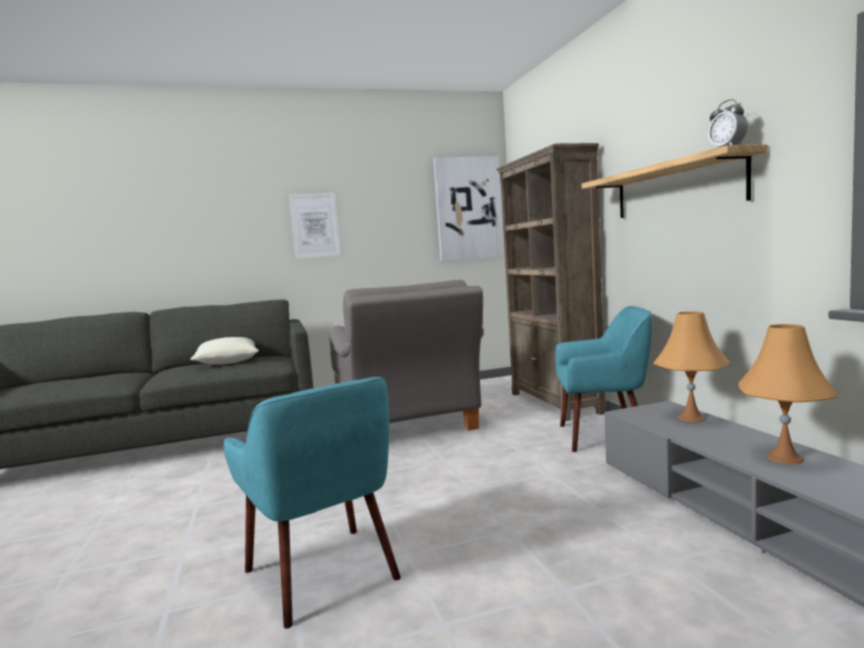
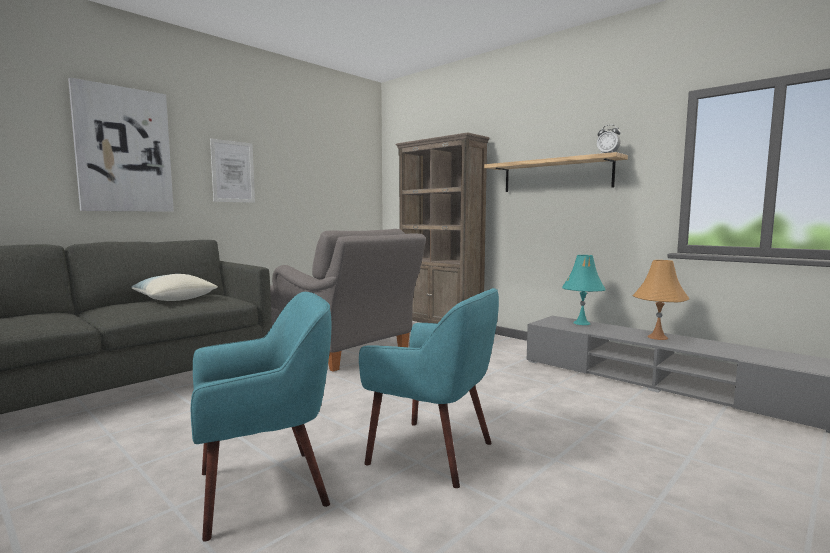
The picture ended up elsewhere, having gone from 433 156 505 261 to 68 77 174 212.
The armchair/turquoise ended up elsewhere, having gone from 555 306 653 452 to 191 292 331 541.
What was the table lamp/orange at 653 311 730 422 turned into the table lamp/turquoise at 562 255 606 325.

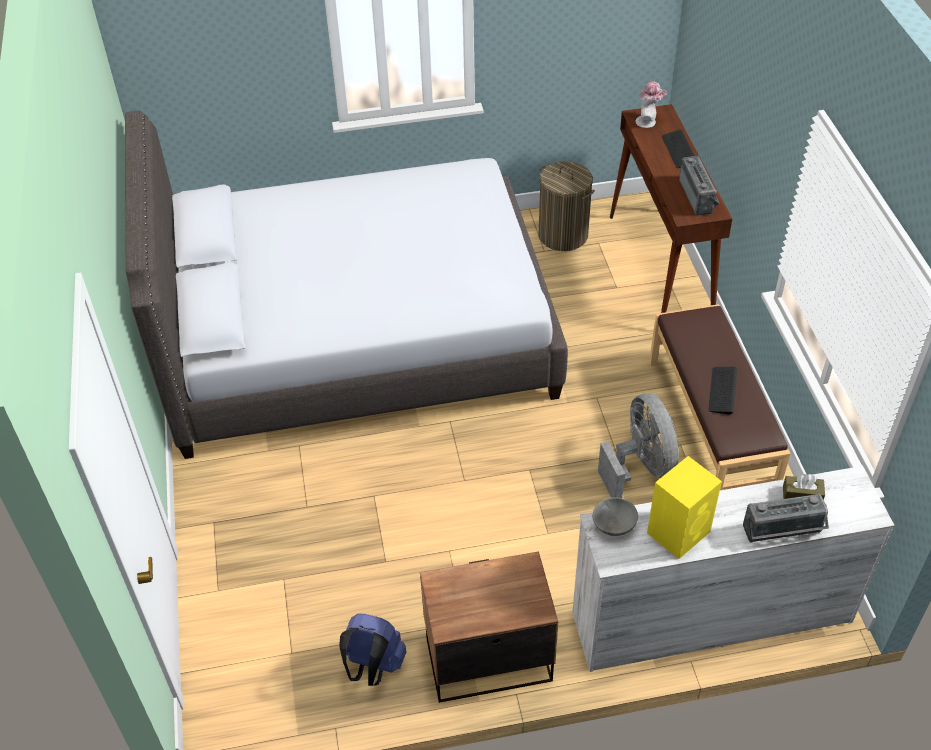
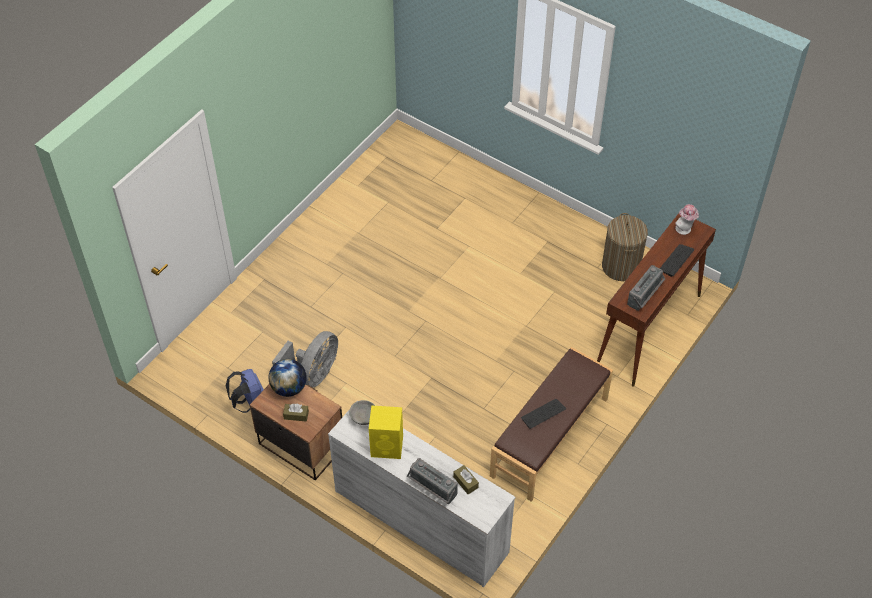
The second view lost the bed/grey at 125 111 568 459.
The fan/grey ended up elsewhere, having gone from 598 393 679 498 to 272 331 338 387.
The second view gained the globe at 269 359 307 397.
The second view gained the tissue box/brown at 283 404 309 422.

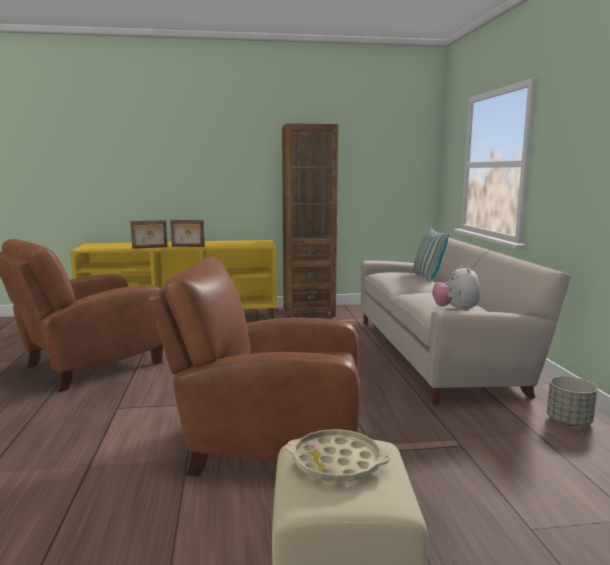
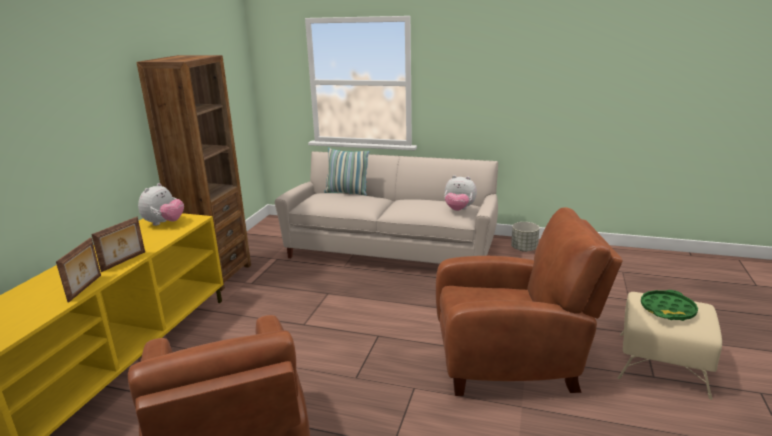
The armchair/brown at 149 257 360 476 ended up facing another way, 120 degrees counterclockwise from before.
What was the tray/beige at 286 429 390 482 turned into the tray/green at 641 290 698 321.
The second view gained the plush toy at 138 183 184 226.

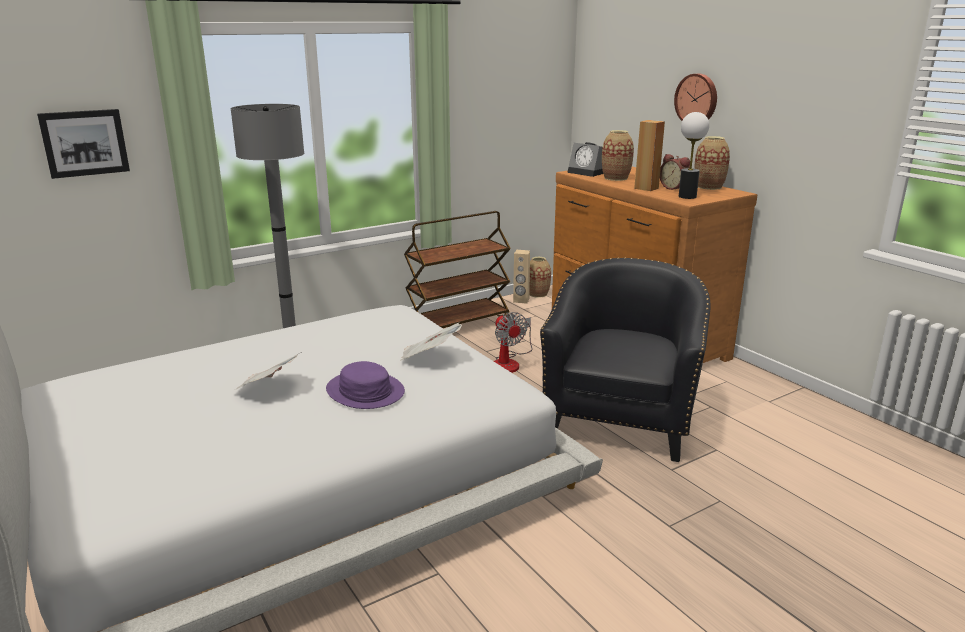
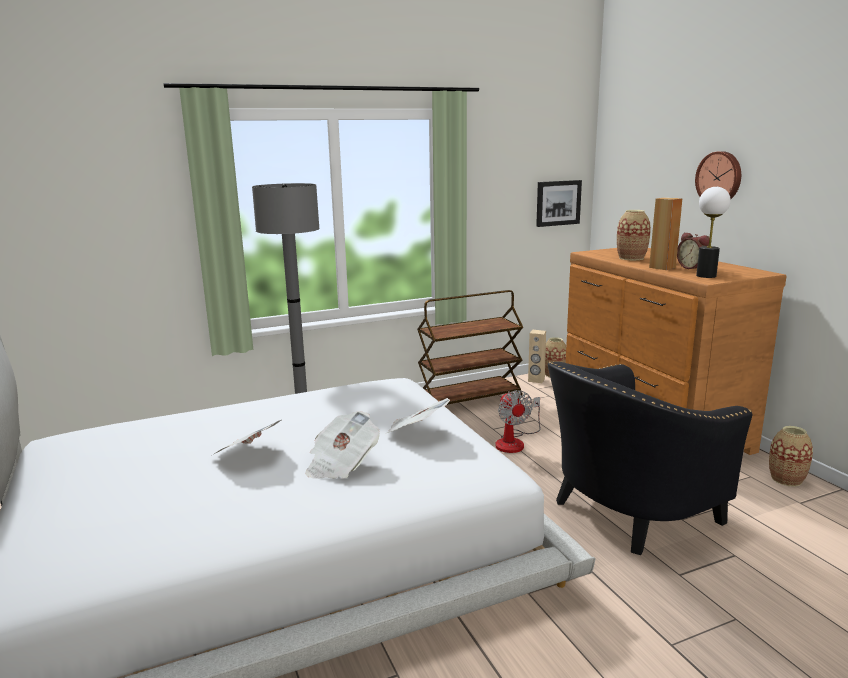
The picture ended up elsewhere, having gone from 37 109 130 179 to 536 180 582 227.
Where the hat/purple stood at 326 361 405 409, the newspaper came to stand at 305 411 380 479.
The armchair/black at 540 257 711 462 ended up facing another way, 150 degrees counterclockwise from before.
The second view lost the alarm clock at 567 142 603 177.
The vase ended up elsewhere, having gone from 694 136 730 190 to 769 426 813 487.

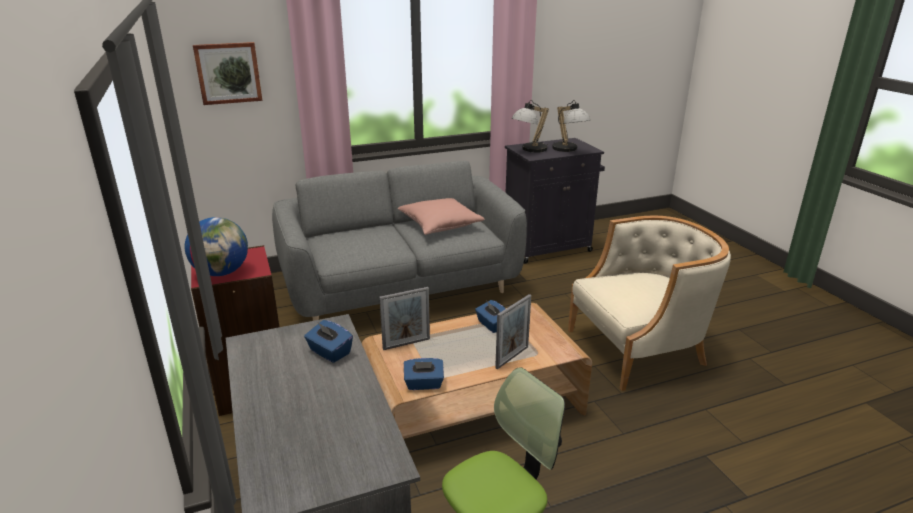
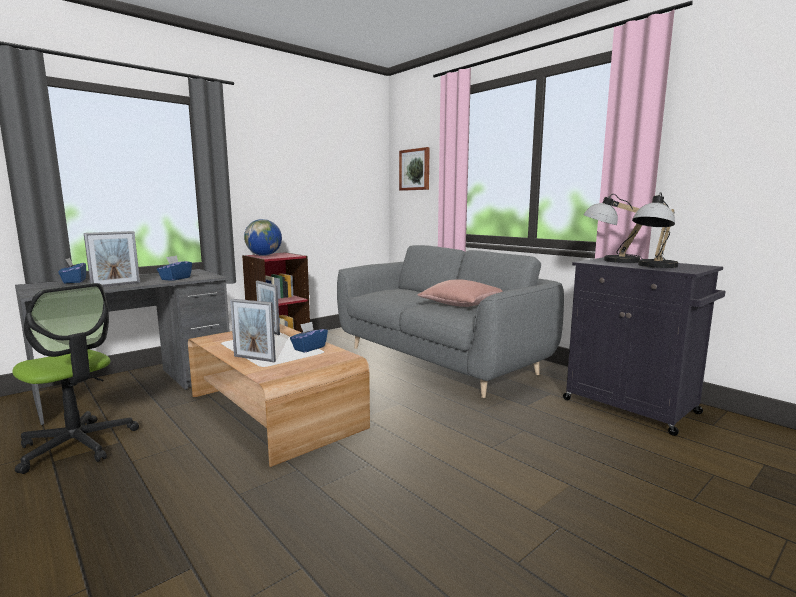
The tissue box/blue ended up elsewhere, having gone from 404 358 444 390 to 58 258 86 283.
The second view lost the armchair/beige at 568 216 731 391.
The second view gained the picture frame at 84 231 140 287.

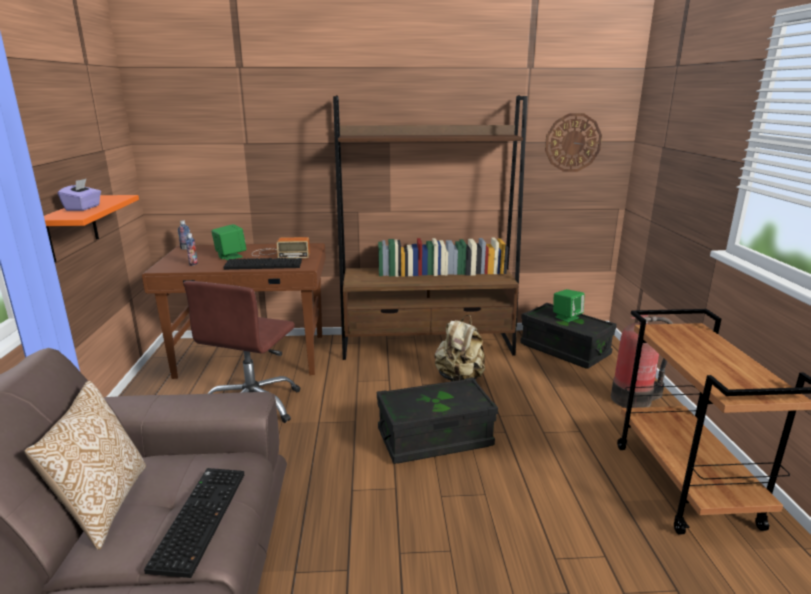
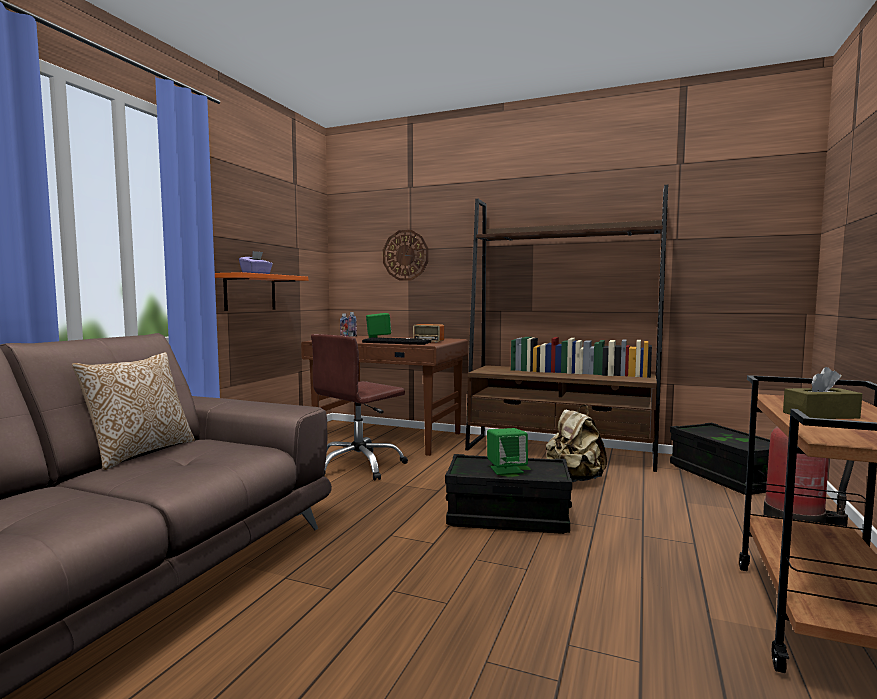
The second view lost the keyboard at 144 468 244 578.
The wall clock ended up elsewhere, having gone from 545 113 602 172 to 383 230 428 281.
The speaker/green ended up elsewhere, having gone from 553 289 585 322 to 487 428 528 475.
The second view gained the tissue box/brown at 783 367 862 419.

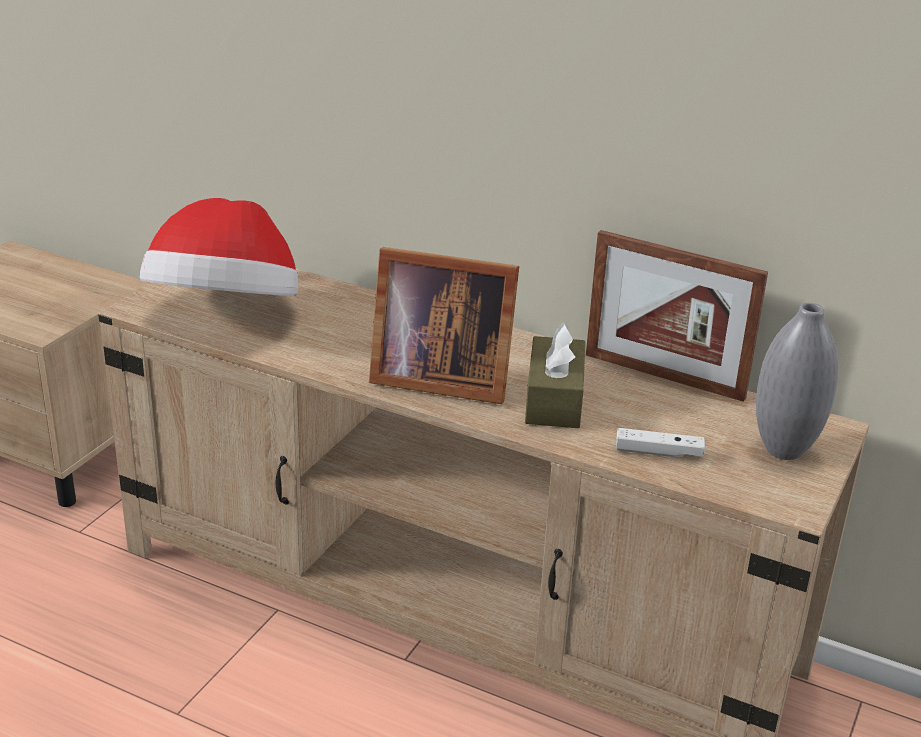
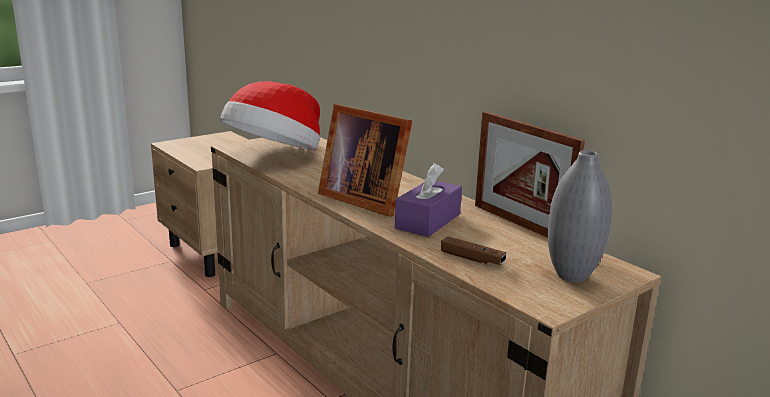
What was the tissue box/brown at 525 322 586 428 turned into the tissue box/purple at 395 163 462 237.
What was the game controller/white at 616 428 705 457 turned into the game controller/brown at 441 236 506 265.

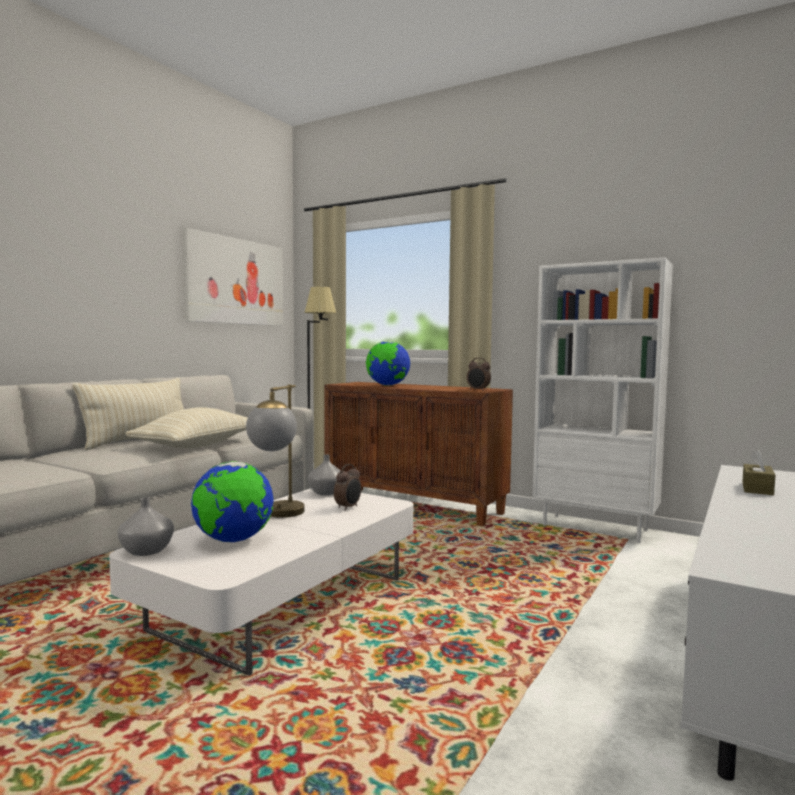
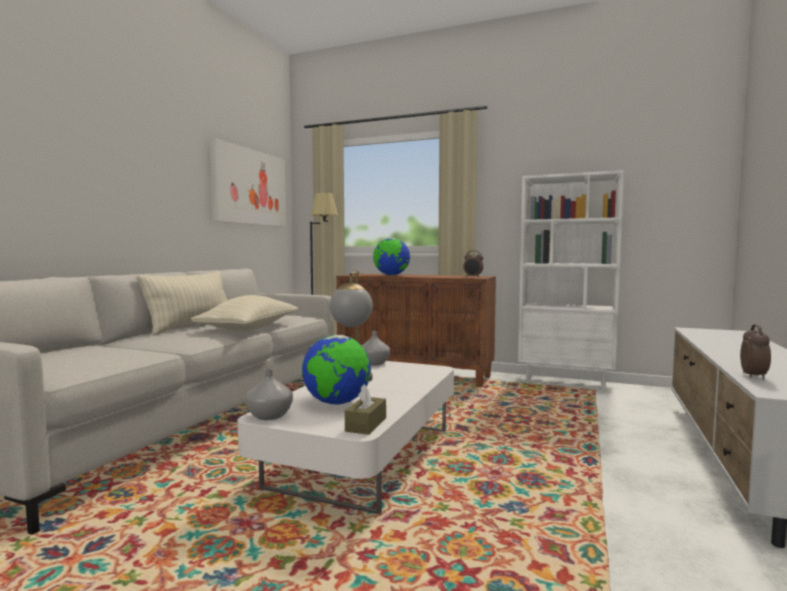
The alarm clock ended up elsewhere, having gone from 334 464 361 511 to 740 324 771 380.
The tissue box/brown ended up elsewhere, having gone from 742 450 775 495 to 345 384 386 435.

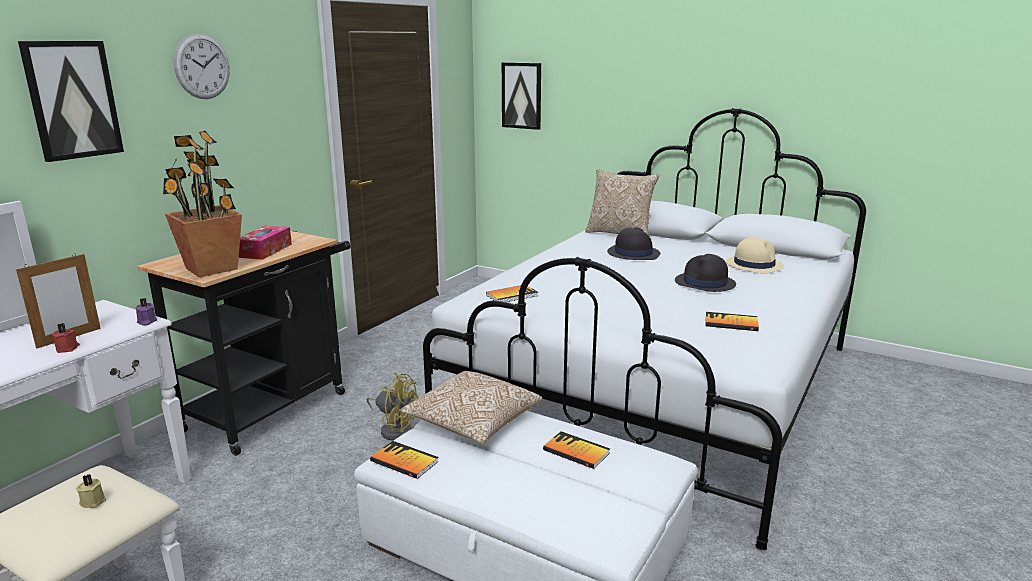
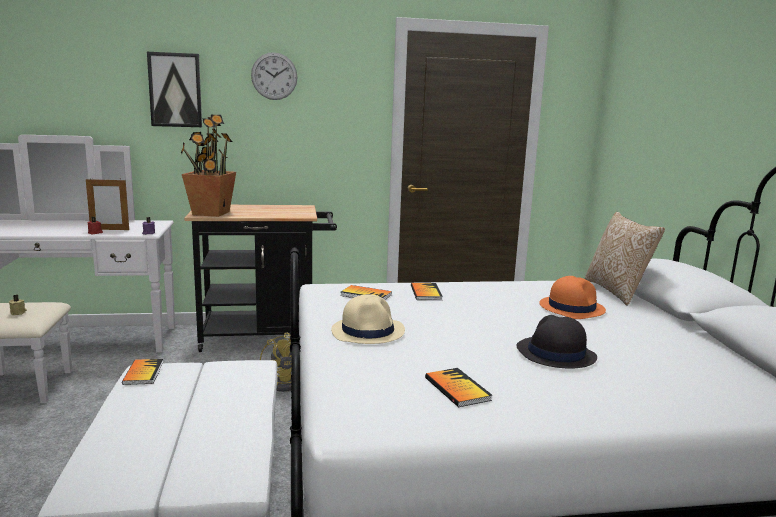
The second view lost the tissue box at 239 226 292 260.
The second view lost the pillow at 400 371 542 444.
The second view lost the picture at 502 62 541 130.
The book ended up elsewhere, having gone from 543 431 610 469 to 411 283 443 300.
What was the hat/black at 607 227 660 260 turned into the hat/orange at 539 276 606 319.
The hat/beige ended up elsewhere, having gone from 726 237 784 274 to 331 294 405 344.

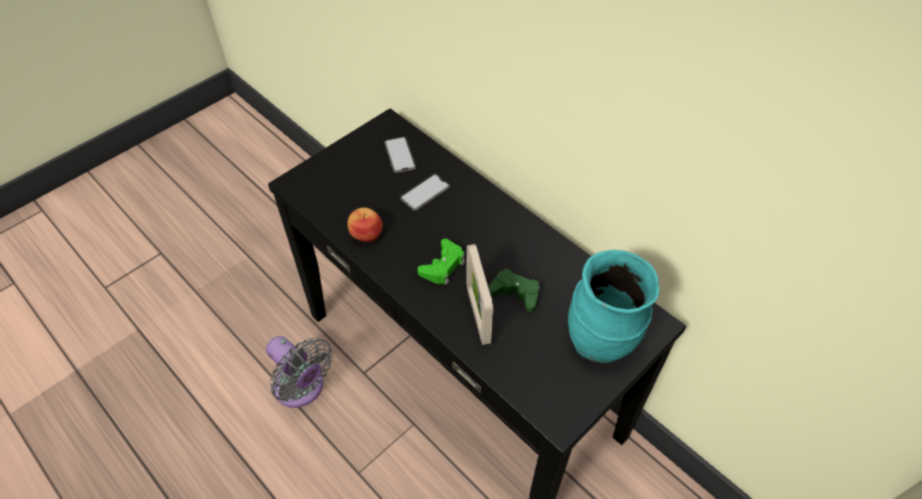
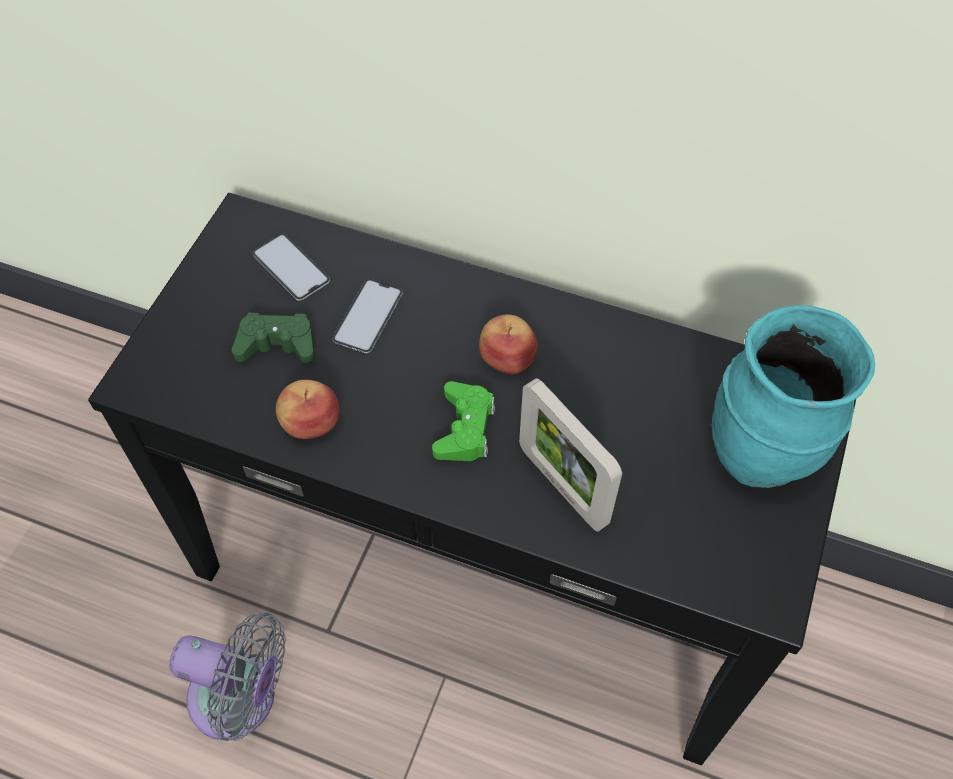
The game controller/green ended up elsewhere, having gone from 488 269 540 312 to 232 313 315 364.
The second view gained the apple at 479 314 538 374.

